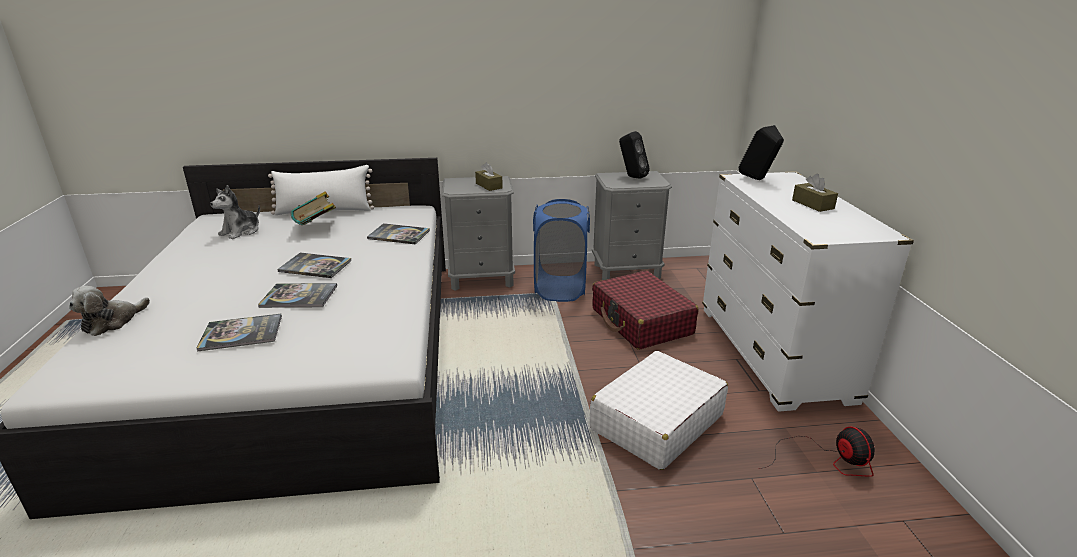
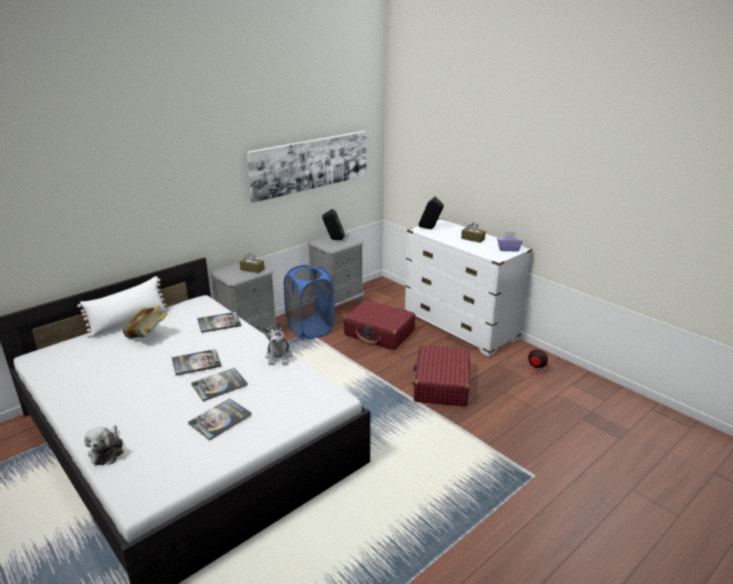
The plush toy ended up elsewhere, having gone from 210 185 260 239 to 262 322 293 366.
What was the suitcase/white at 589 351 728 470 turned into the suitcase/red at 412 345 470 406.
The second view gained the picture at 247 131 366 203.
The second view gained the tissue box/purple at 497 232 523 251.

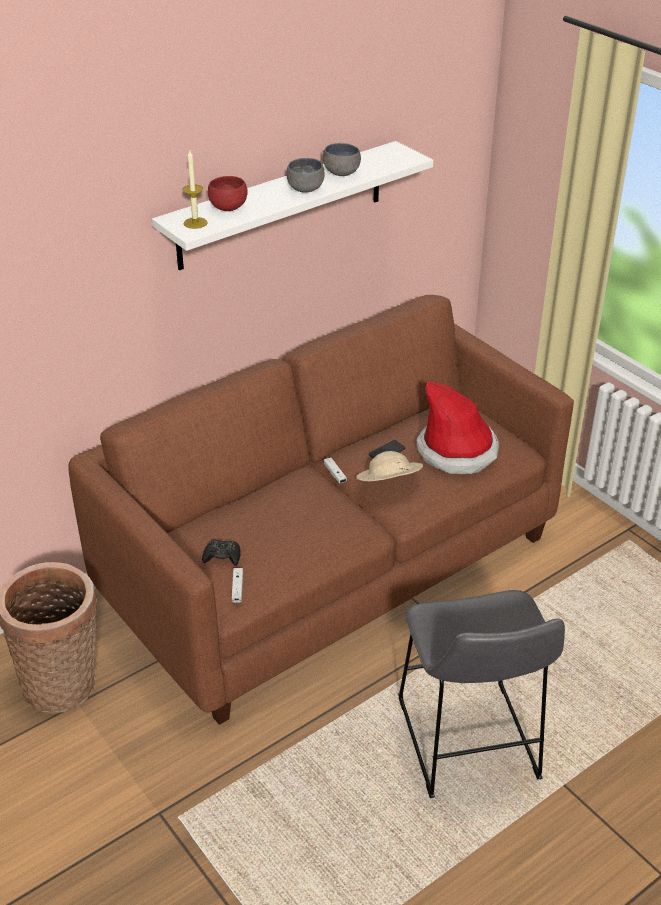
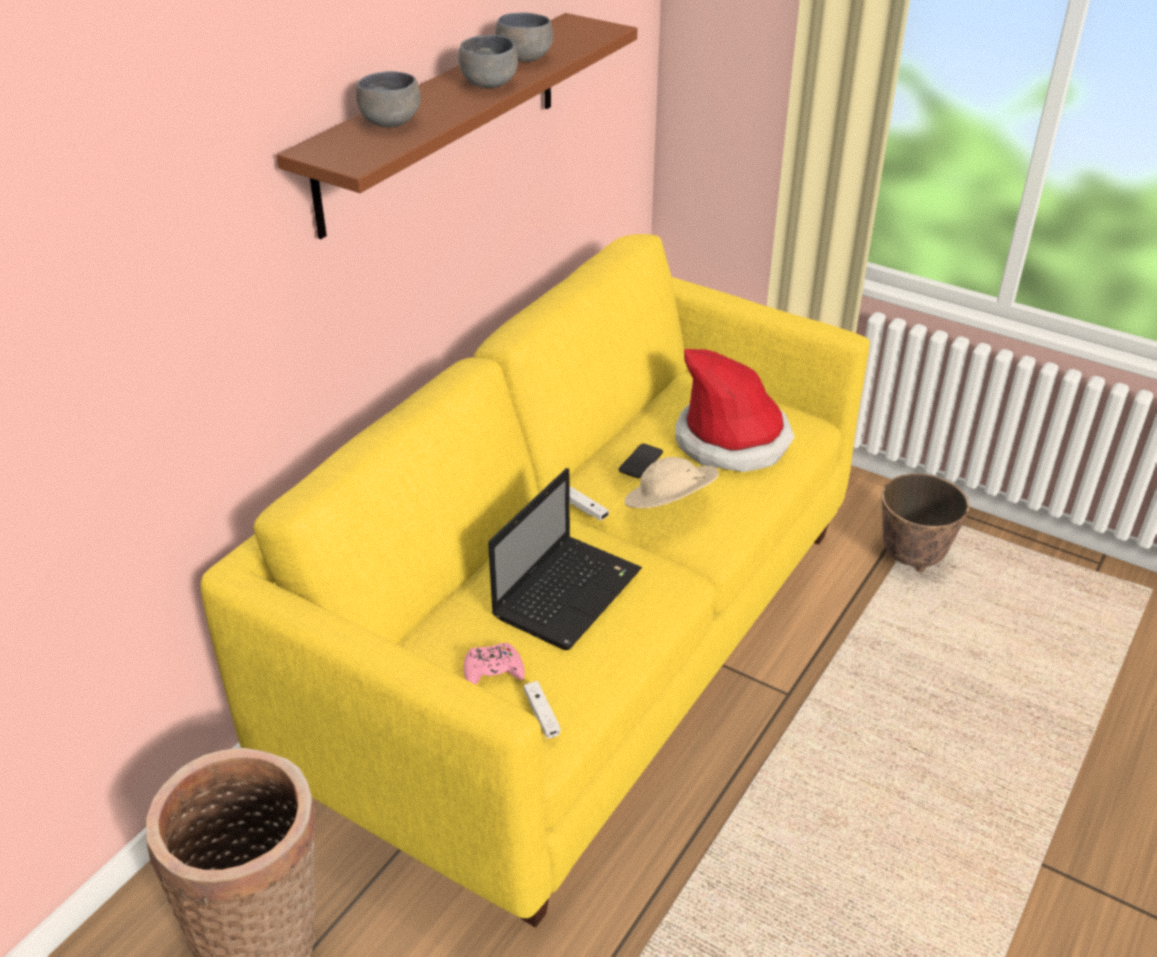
What was the sofa/brown at 68 295 574 725 turned into the sofa/yellow at 200 234 870 928.
What was the shelf/white at 152 141 433 270 turned into the shelf/brown at 277 13 637 239.
The second view lost the candle at 182 150 208 229.
What was the game controller/black at 202 540 241 566 turned into the game controller/pink at 464 642 525 684.
What was the bowl/red at 208 176 248 211 turned into the bowl/grey at 356 71 421 128.
The second view lost the stool/grey at 398 590 565 798.
The second view gained the laptop at 488 468 642 650.
The second view gained the planter at 881 473 970 572.

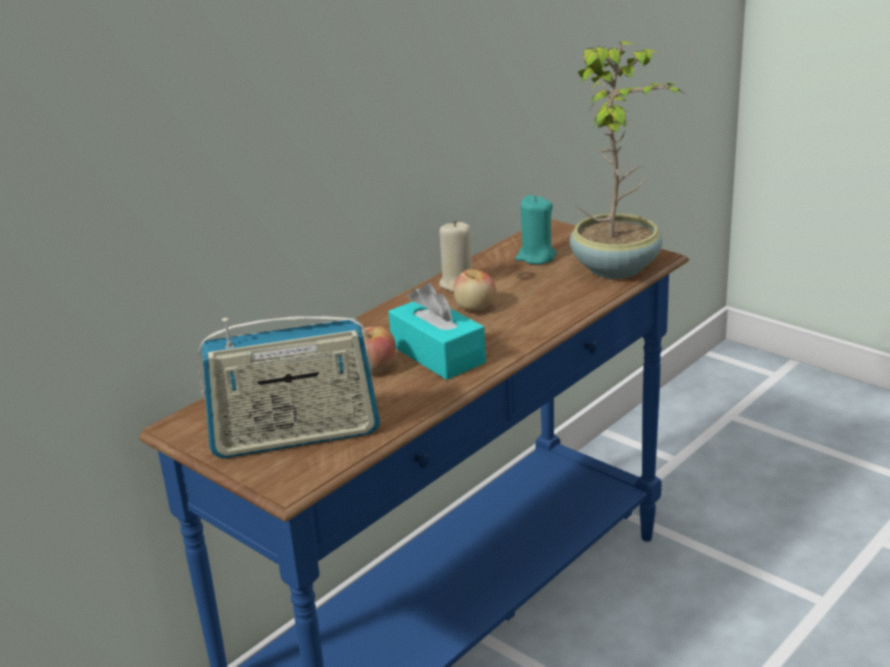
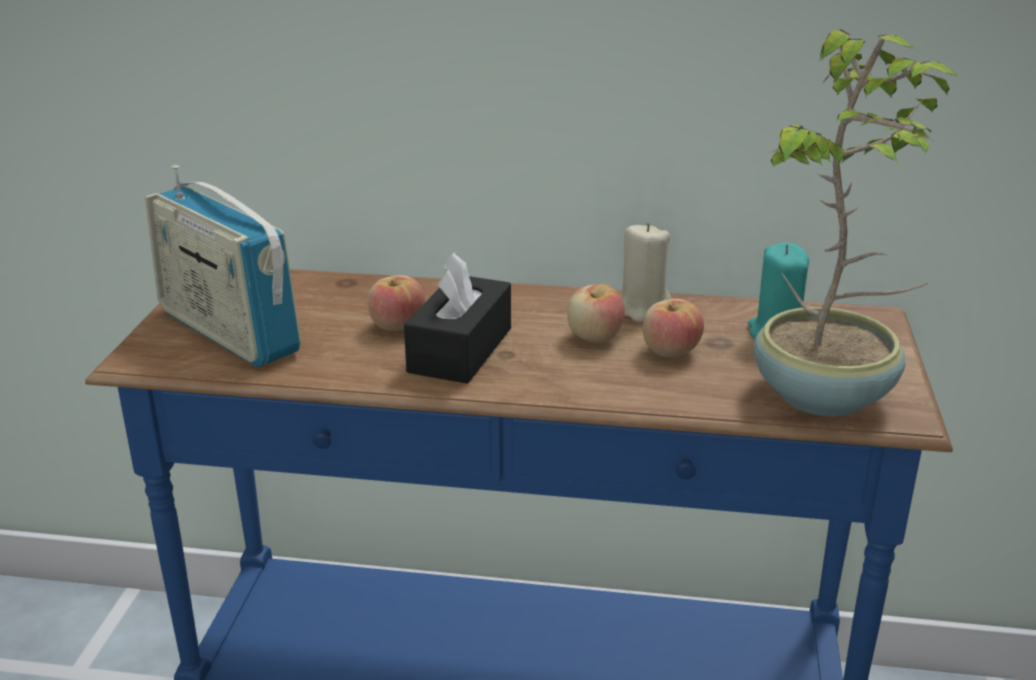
What was the tissue box/turquoise at 389 283 486 380 turned into the tissue box/black at 404 252 511 384.
The second view gained the apple at 643 299 704 357.

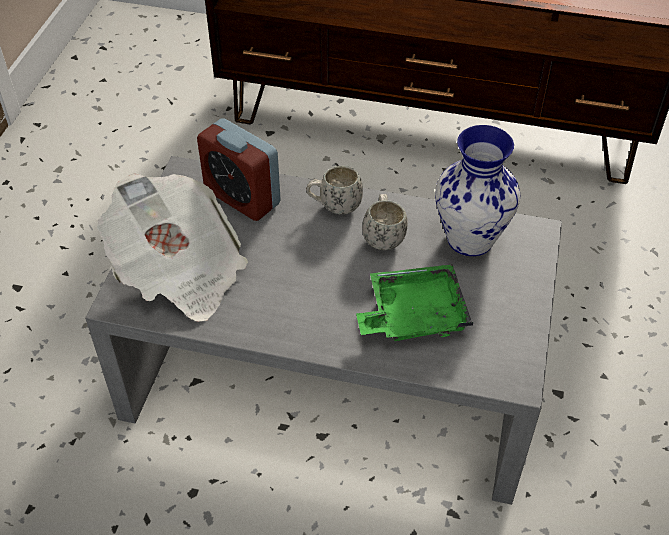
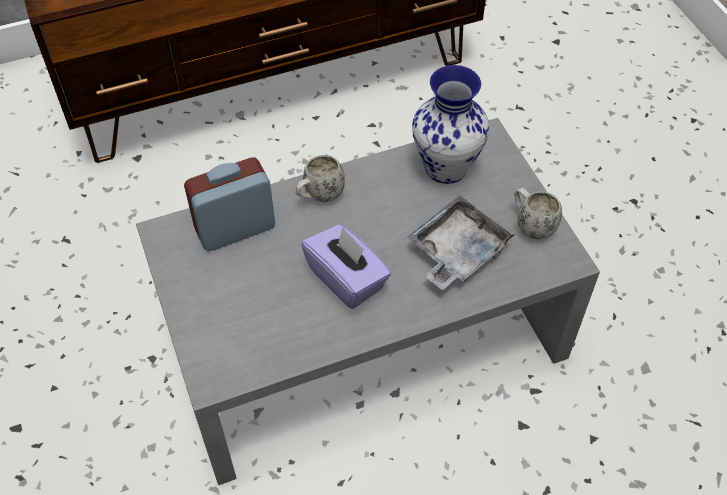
The second view lost the newspaper at 97 173 248 322.
The alarm clock at 197 118 281 221 ended up facing another way, 150 degrees clockwise from before.
What was the tray/green at 356 264 473 341 turned into the tray/grey at 407 195 514 290.
The mug/white ended up elsewhere, having gone from 362 194 408 250 to 514 188 562 239.
The second view gained the tissue box/purple at 301 224 391 309.

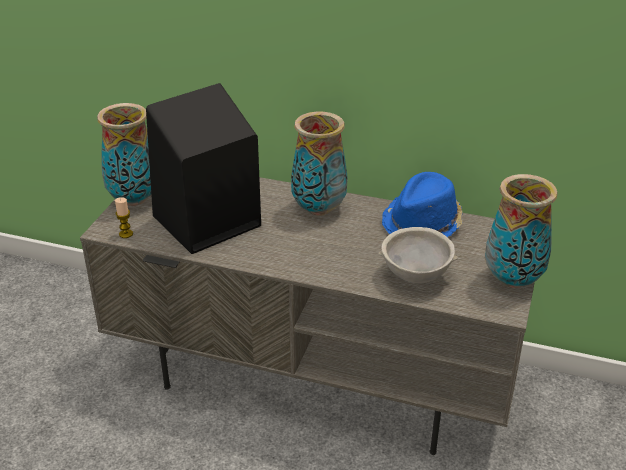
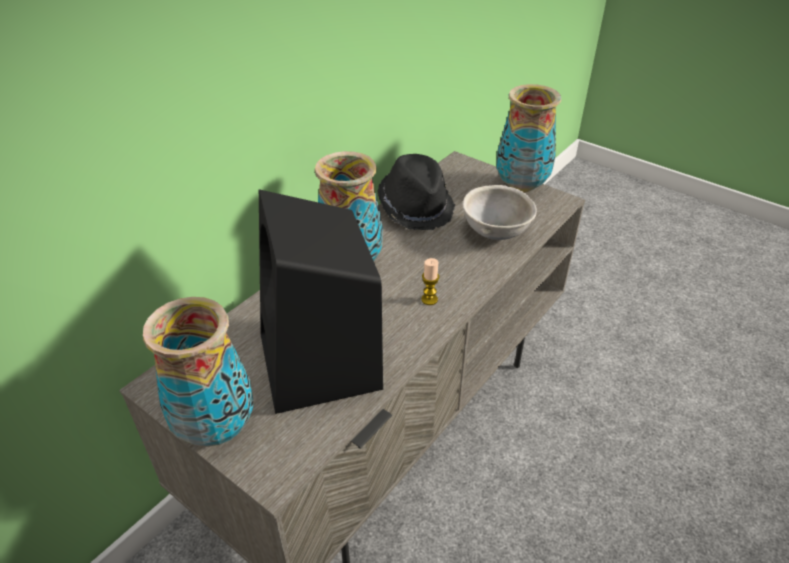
The candle ended up elsewhere, having gone from 115 197 133 238 to 421 258 439 305.
What was the hat/blue at 382 172 463 237 turned into the hat/black at 378 154 455 230.

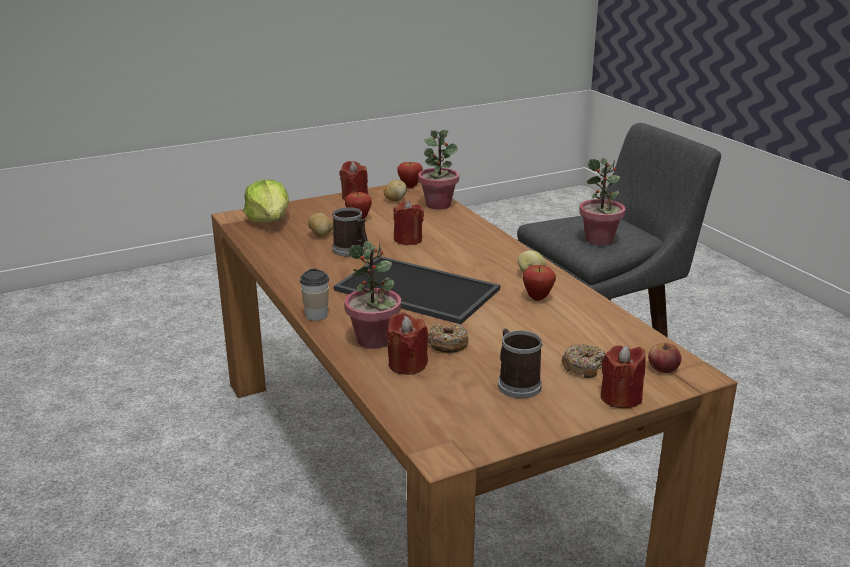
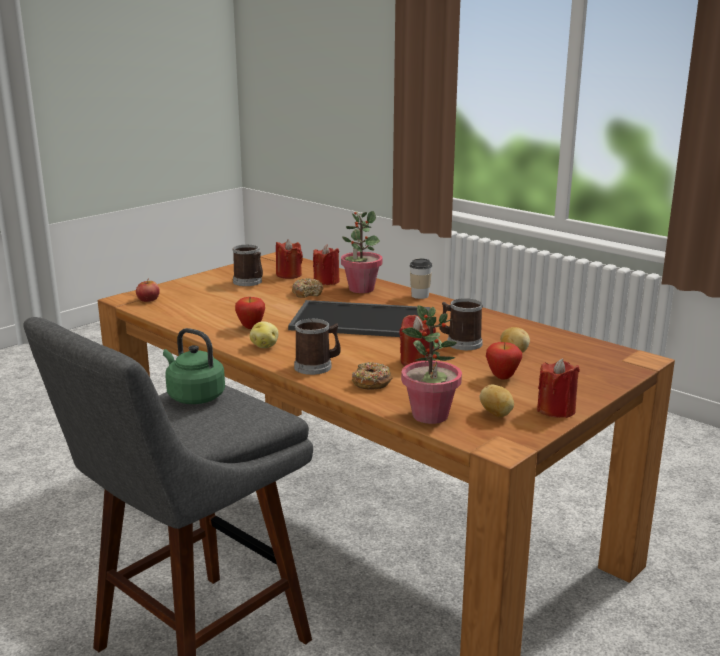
The second view lost the lettuce at 244 180 289 223.
The second view lost the apple at 397 162 423 188.
The donut ended up elsewhere, having gone from 562 344 606 378 to 352 362 393 390.
Where the potted plant stood at 579 158 625 246, the kettle/green came to stand at 163 328 225 404.
The candle/red ended up elsewhere, having gone from 601 345 646 408 to 276 239 303 279.
The second view gained the mug at 294 319 341 375.

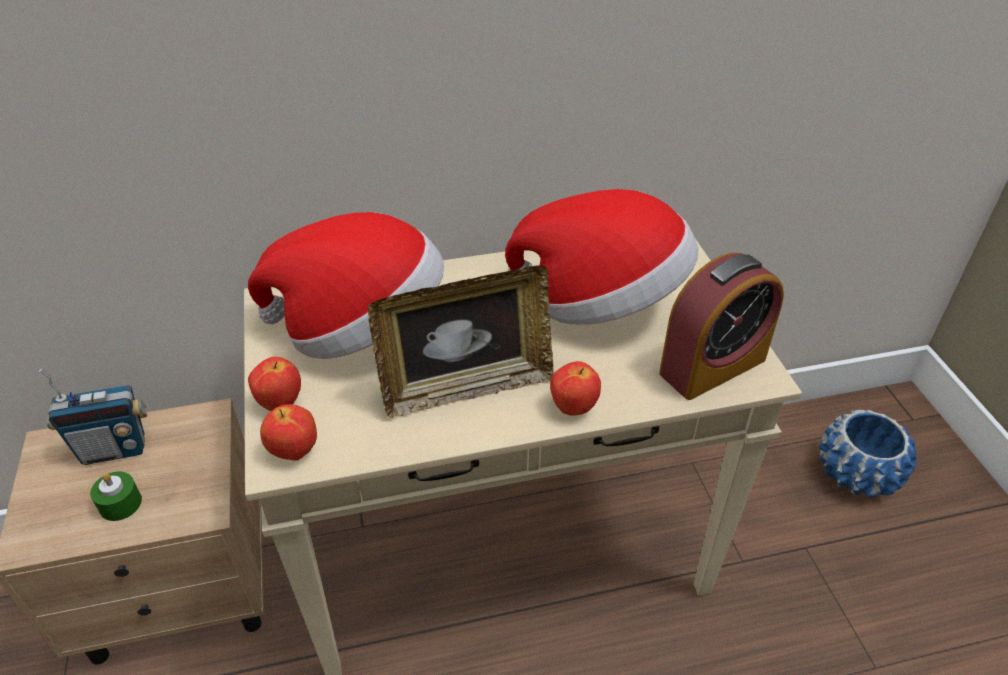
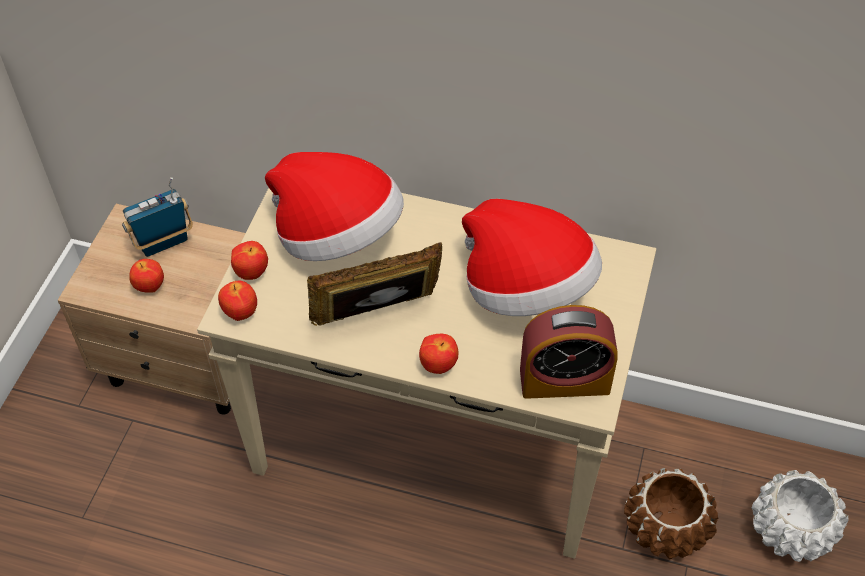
The radio at 39 369 147 465 ended up facing another way, 135 degrees clockwise from before.
Where the candle/green stood at 90 472 142 521, the apple came to stand at 129 259 164 292.
The picture frame at 368 266 554 418 ended up facing another way, 150 degrees clockwise from before.
What was the planter/blue at 819 409 916 498 turned into the planter/white at 752 470 849 562.
The second view gained the planter/brown at 624 468 718 560.

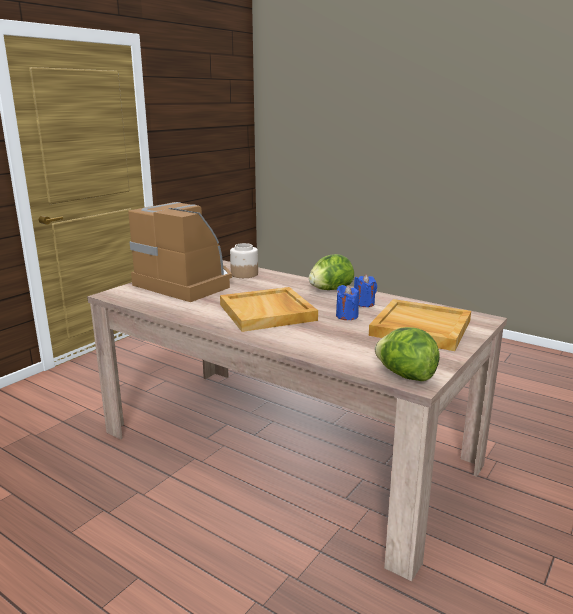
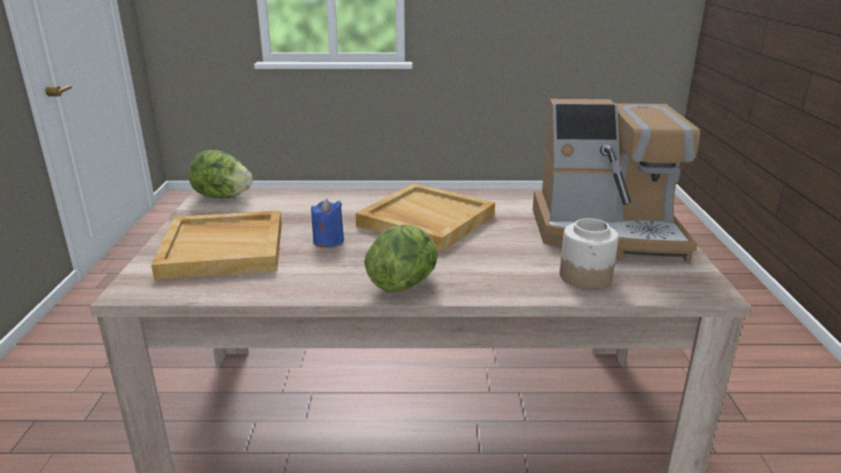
The second view lost the candle/blue at 354 274 377 307.

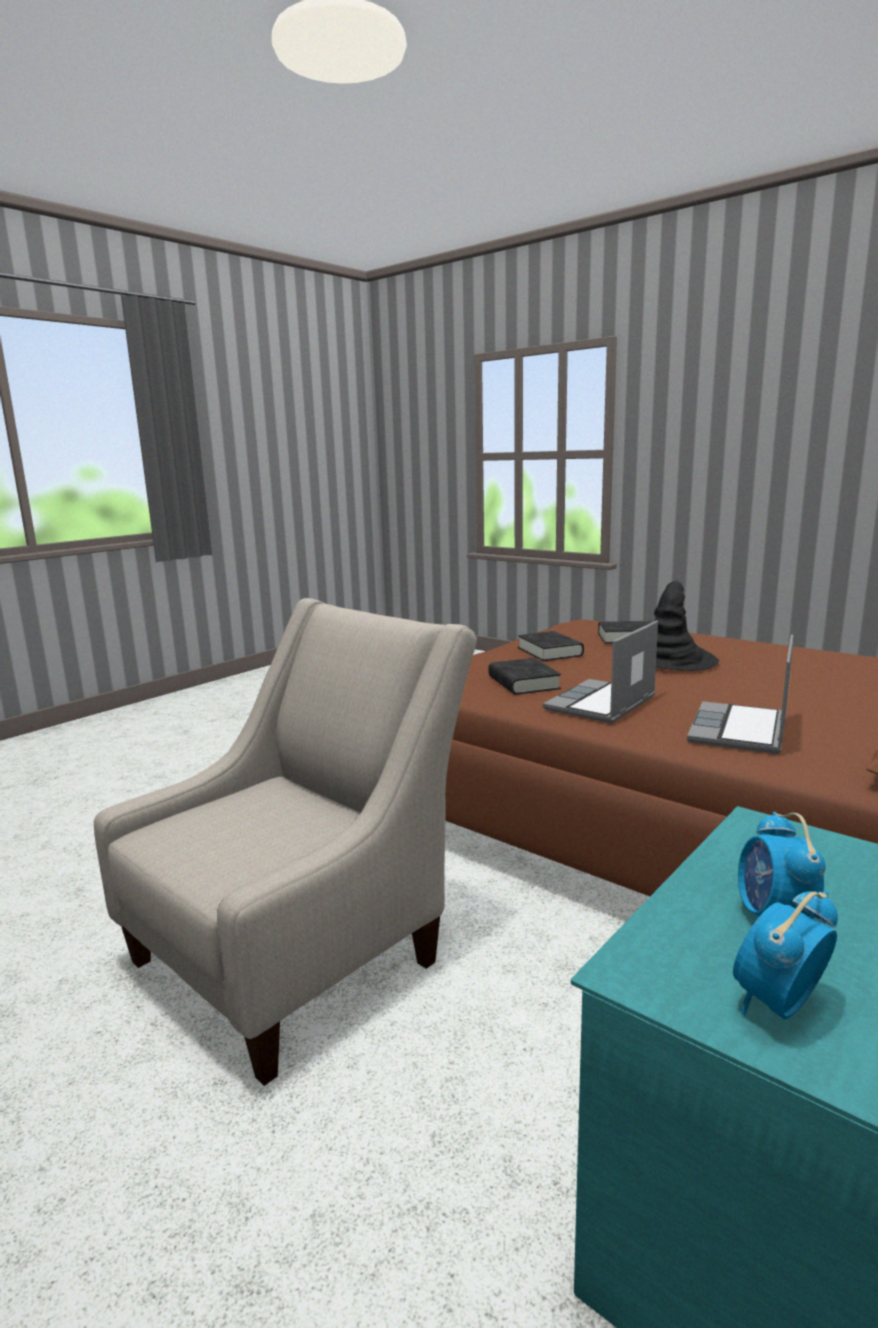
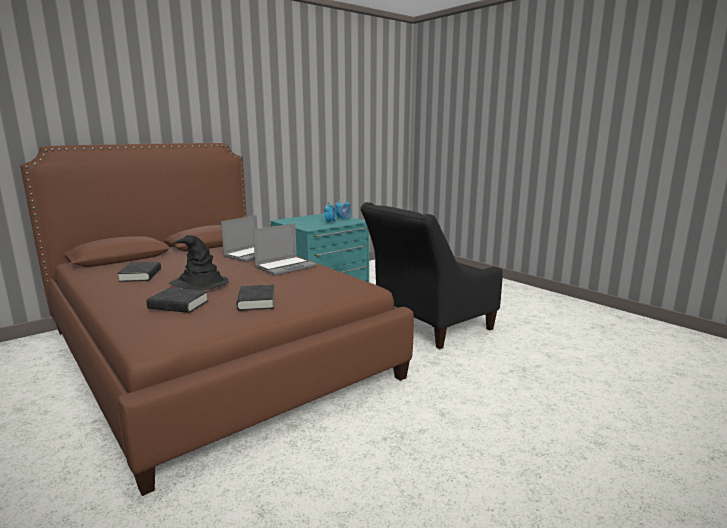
What was the armchair/beige at 94 598 477 1086 turned into the armchair/black at 360 202 503 349.
The book/black ended up elsewhere, having gone from 488 658 561 695 to 117 262 161 282.

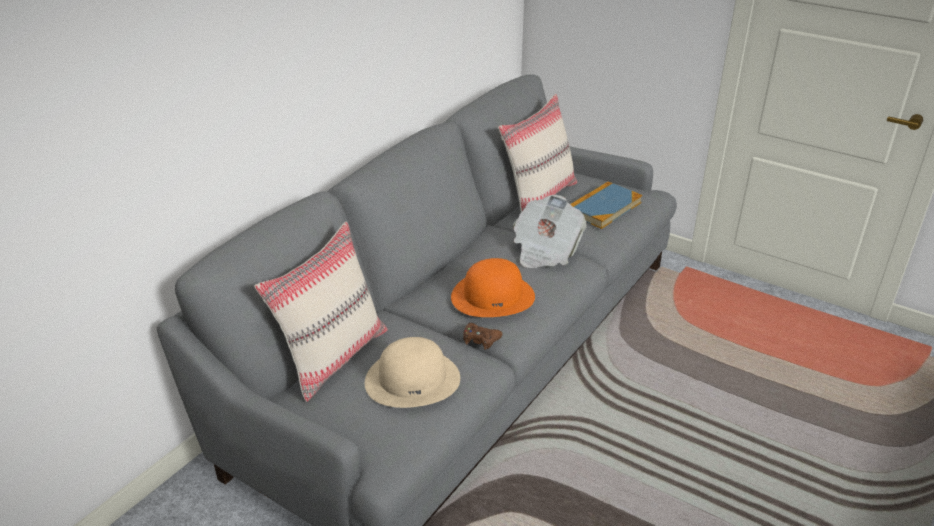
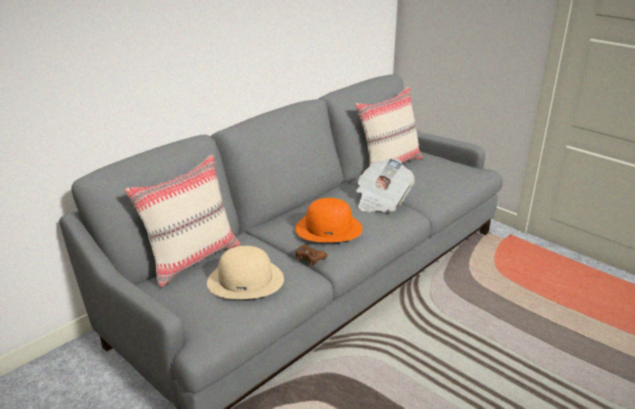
The second view lost the book at 570 181 642 229.

